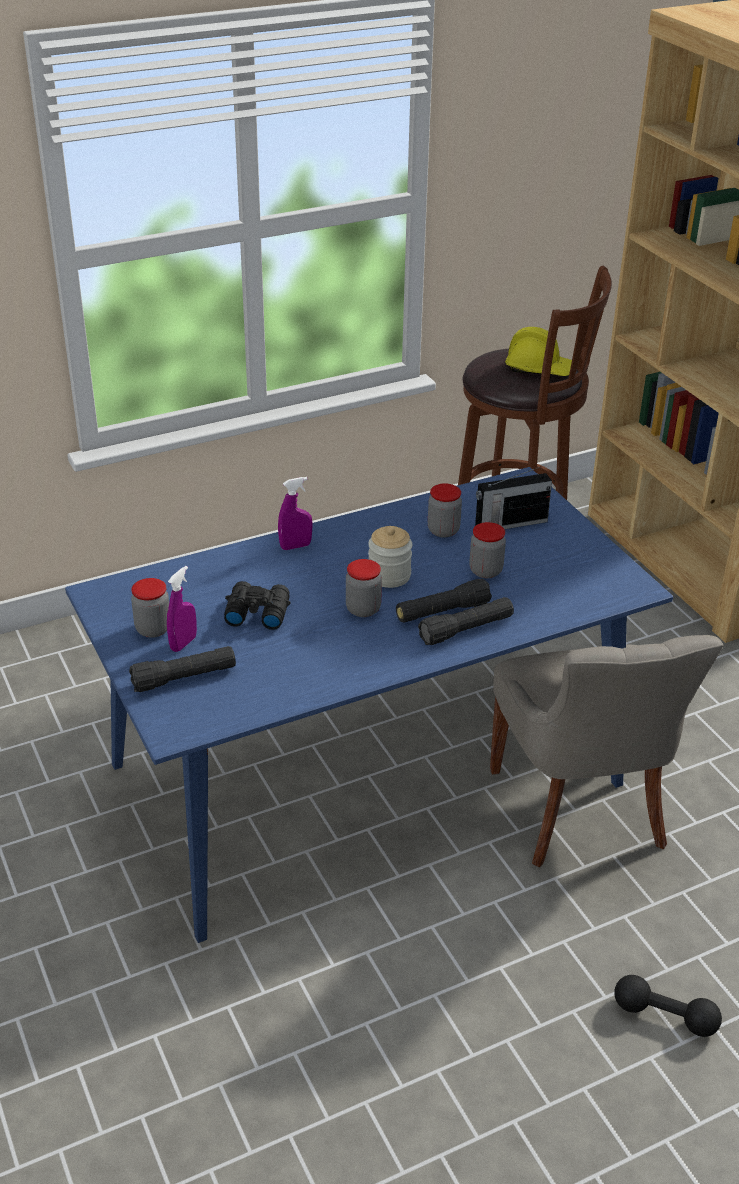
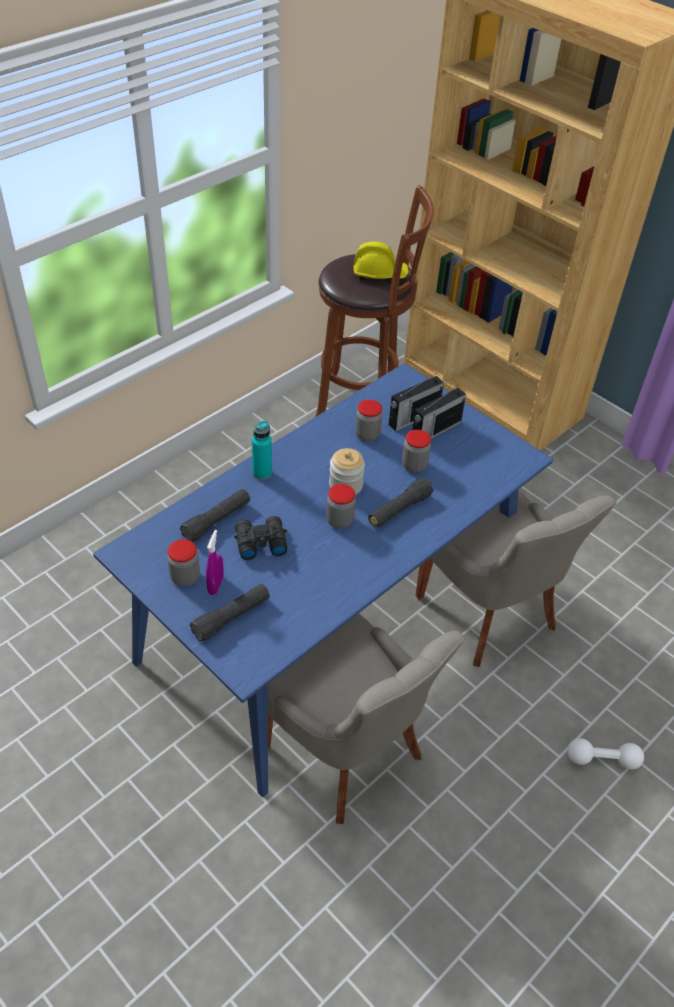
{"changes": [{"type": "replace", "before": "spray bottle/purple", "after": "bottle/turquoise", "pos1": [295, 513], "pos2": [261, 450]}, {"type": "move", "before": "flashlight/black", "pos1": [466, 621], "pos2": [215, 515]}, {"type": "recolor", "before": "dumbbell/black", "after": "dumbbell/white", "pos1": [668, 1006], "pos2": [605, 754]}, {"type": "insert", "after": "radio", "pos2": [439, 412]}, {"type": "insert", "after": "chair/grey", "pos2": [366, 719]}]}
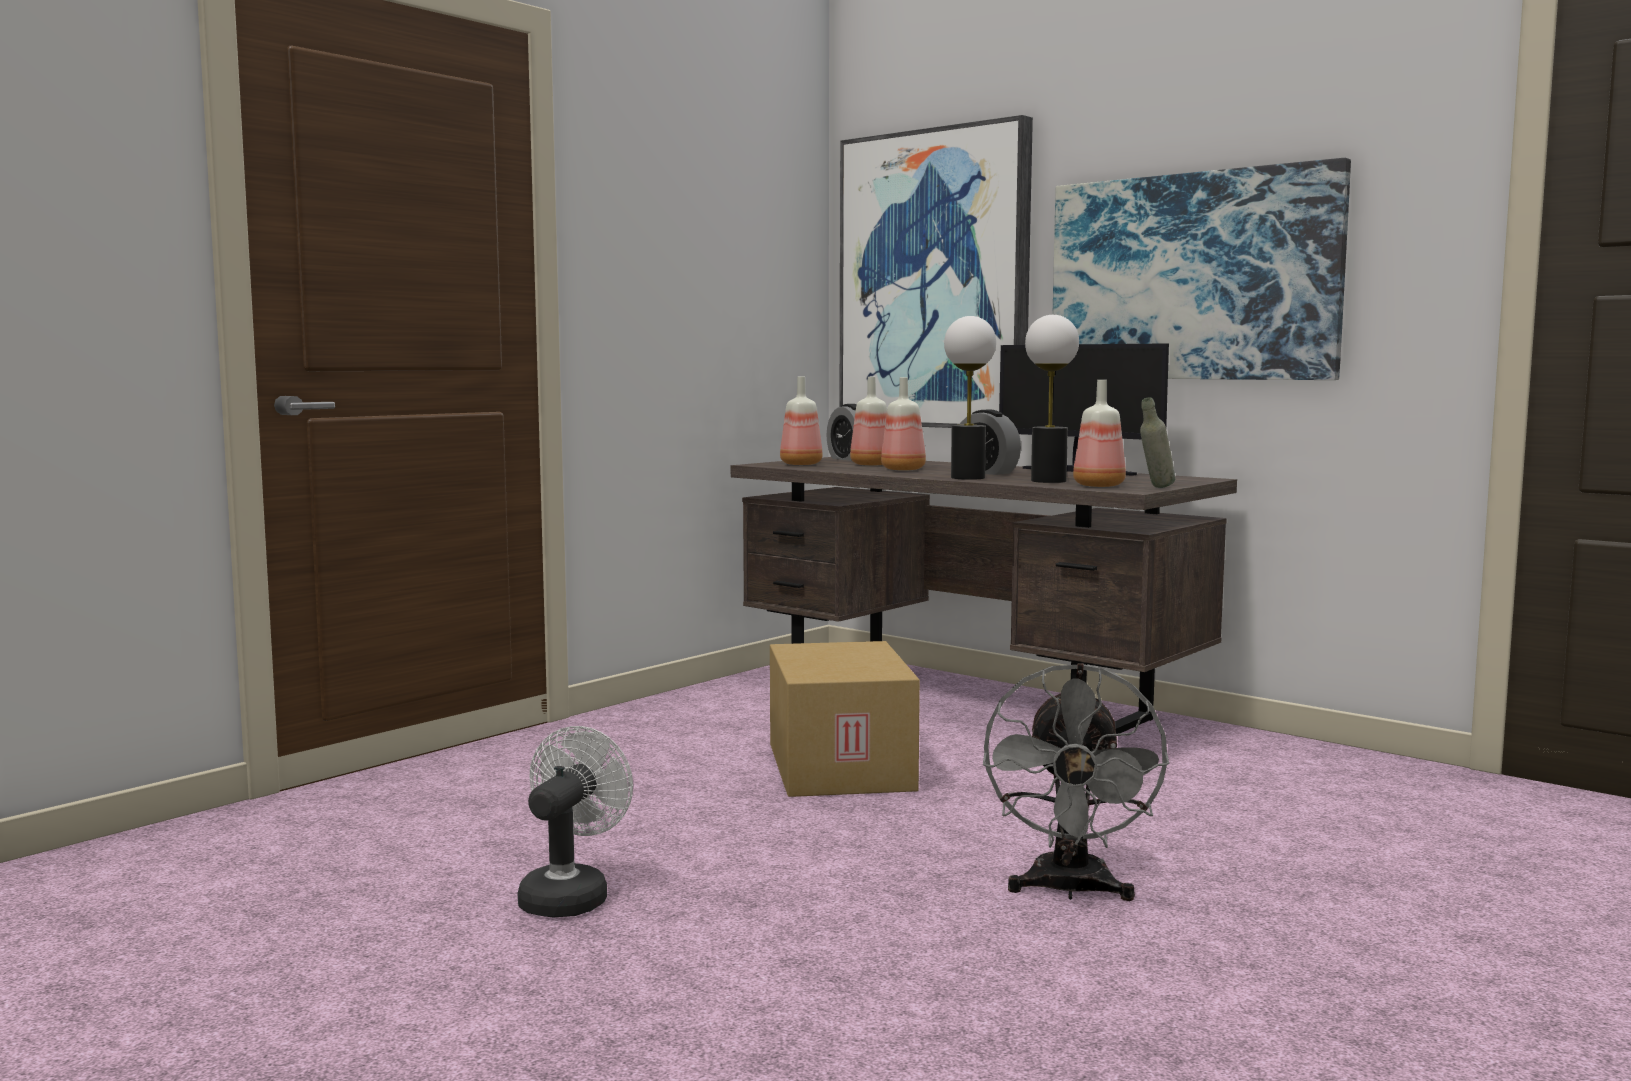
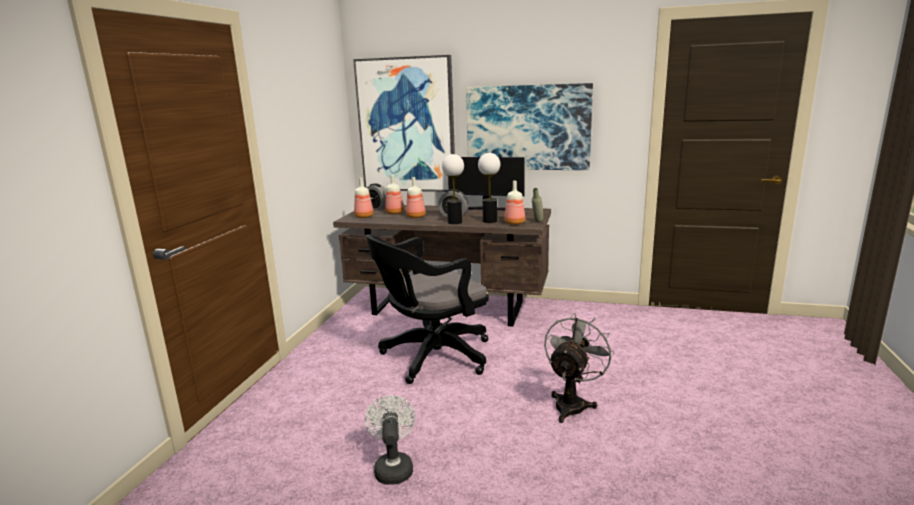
{"changes": [{"type": "replace", "before": "cardboard box", "after": "office chair/black", "pos1": [845, 719], "pos2": [427, 309]}, {"type": "rotate", "before": "fan/grey", "pos1": [1076, 782], "pos2": [579, 368], "turn": -135}]}
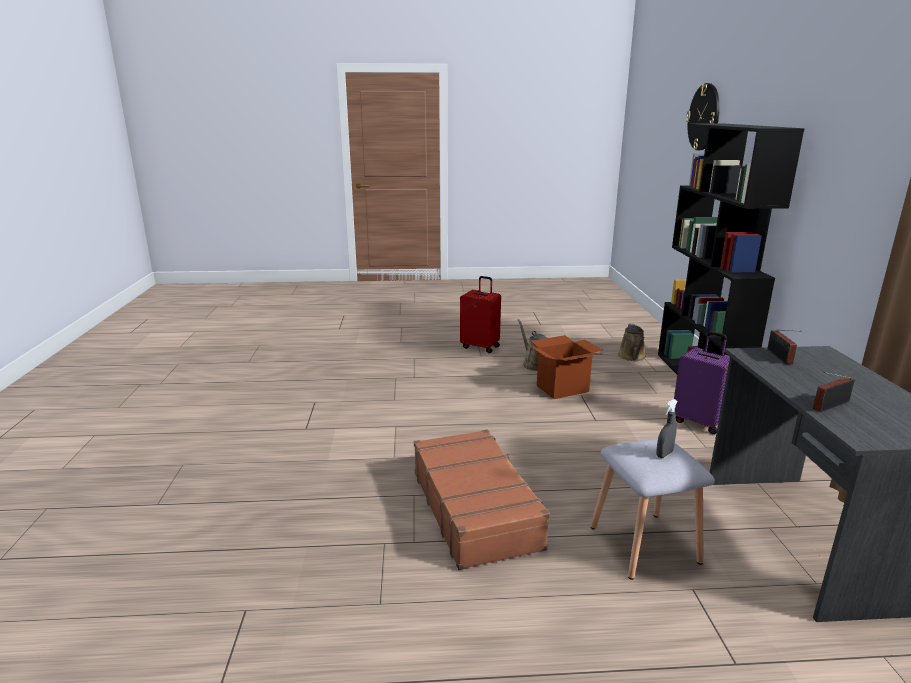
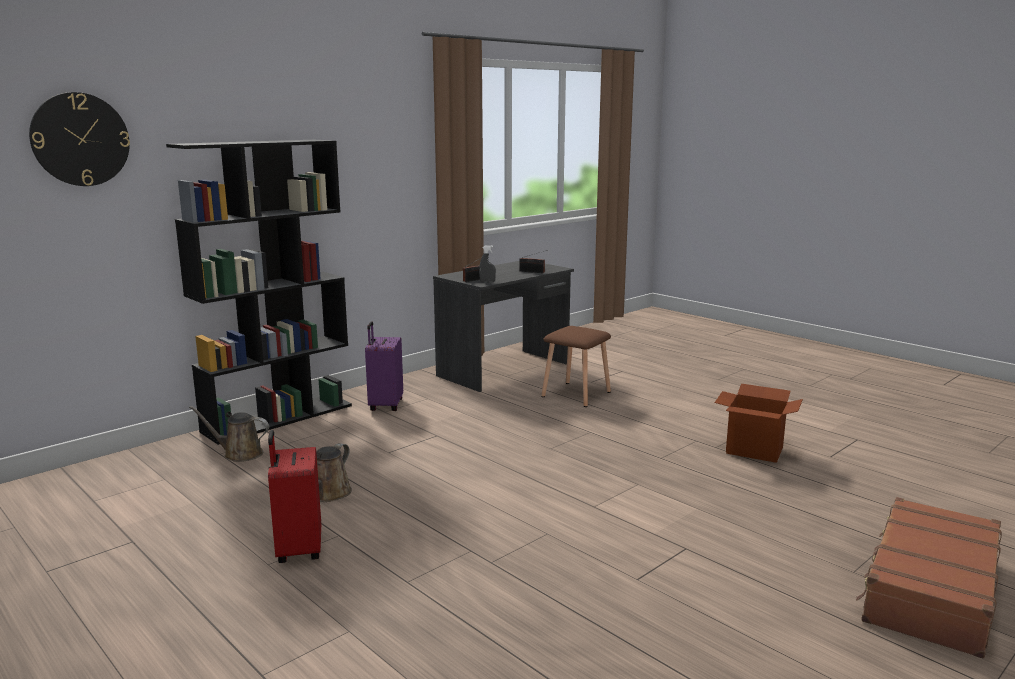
{"changes": [{"type": "rotate", "before": "watering can/brown", "pos1": [632, 342], "pos2": [229, 434], "turn": -135}, {"type": "move", "before": "cardboard box", "pos1": [566, 367], "pos2": [759, 423]}, {"type": "move", "before": "spray bottle/grey", "pos1": [667, 428], "pos2": [487, 264]}, {"type": "move", "before": "suitcase/brown", "pos1": [482, 499], "pos2": [929, 578]}, {"type": "recolor", "before": "stool/grey", "after": "stool/brown", "pos1": [653, 509], "pos2": [576, 366]}]}
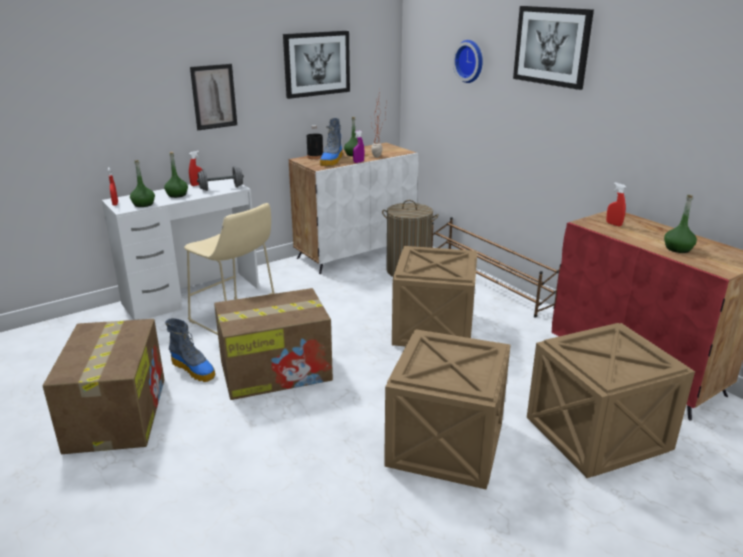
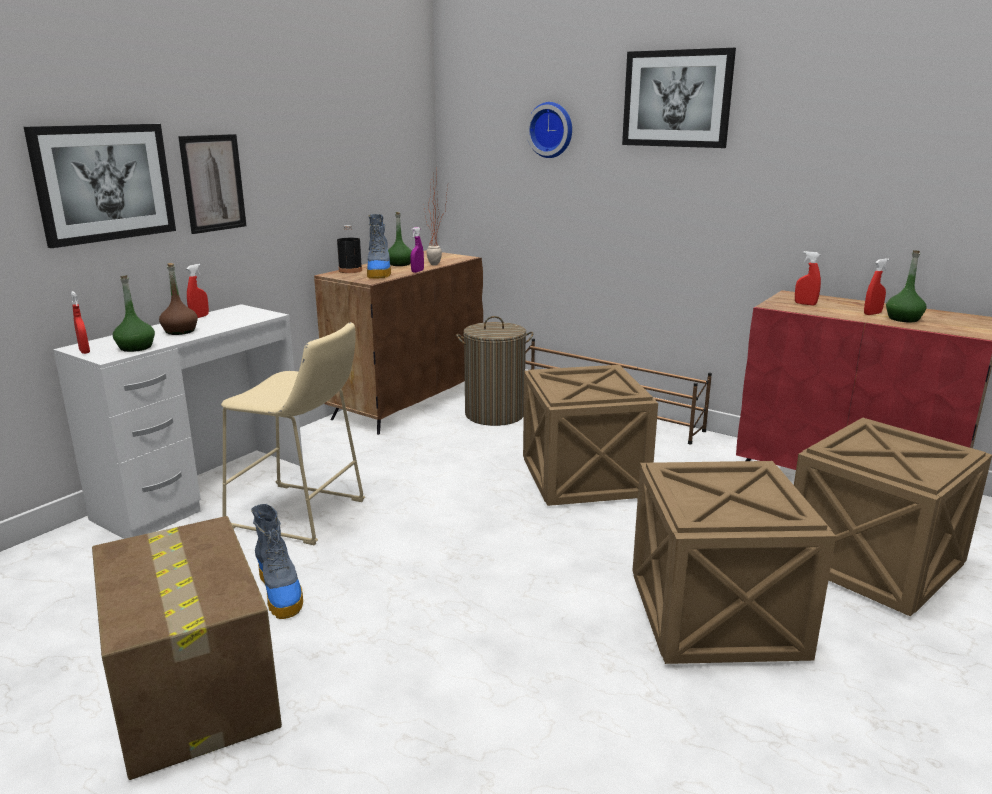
{"changes": [{"type": "move", "before": "picture", "pos1": [316, 65], "pos2": [100, 186]}, {"type": "recolor", "before": "cabinet/white", "after": "cabinet/brown", "pos1": [353, 208], "pos2": [398, 342]}, {"type": "recolor", "before": "bottle/green", "after": "bottle/brown", "pos1": [176, 175], "pos2": [178, 299]}, {"type": "delete", "before": "dumbbell/grey", "pos1": [220, 178]}, {"type": "delete", "before": "cardboard box", "pos1": [273, 344]}, {"type": "rotate", "before": "boot", "pos1": [190, 350], "pos2": [277, 561], "turn": 45}, {"type": "insert", "after": "spray bottle/red", "pos2": [876, 286]}]}
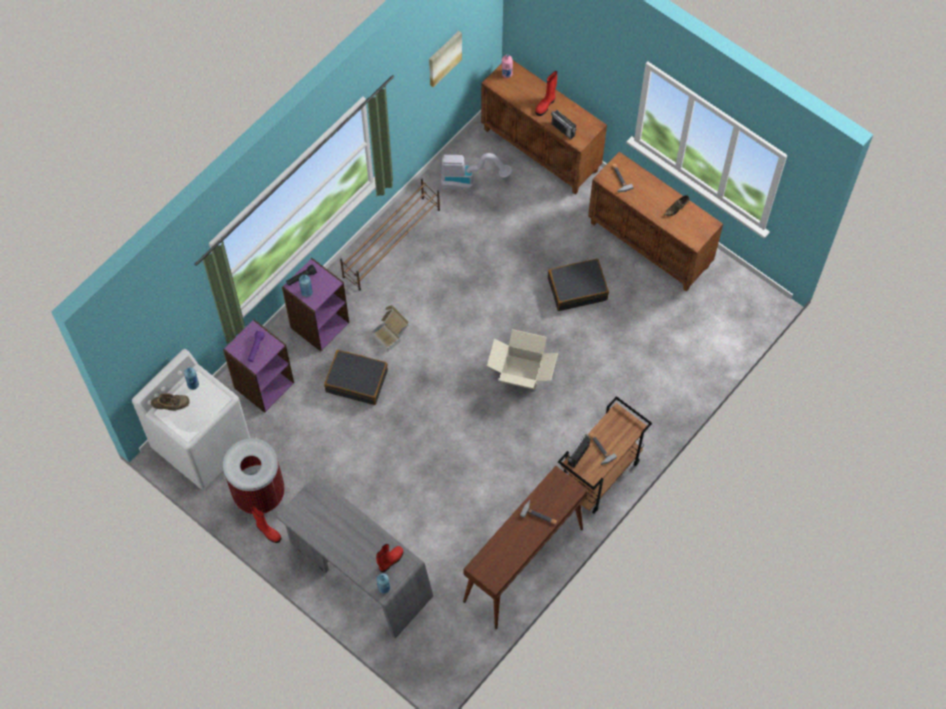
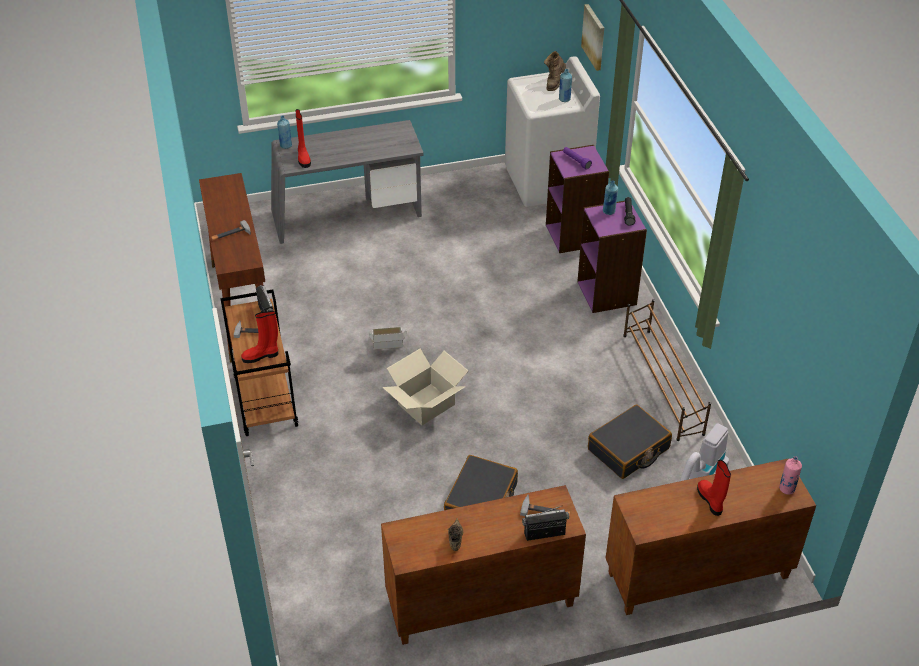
{"changes": [{"type": "move", "before": "picture", "pos1": [445, 59], "pos2": [592, 37]}, {"type": "move", "before": "radio", "pos1": [563, 124], "pos2": [545, 523]}, {"type": "move", "before": "cardboard box", "pos1": [390, 328], "pos2": [388, 338]}, {"type": "move", "before": "suitcase/black", "pos1": [356, 377], "pos2": [630, 441]}, {"type": "delete", "before": "trash can", "pos1": [254, 476]}, {"type": "move", "before": "boot/red", "pos1": [266, 524], "pos2": [259, 337]}]}
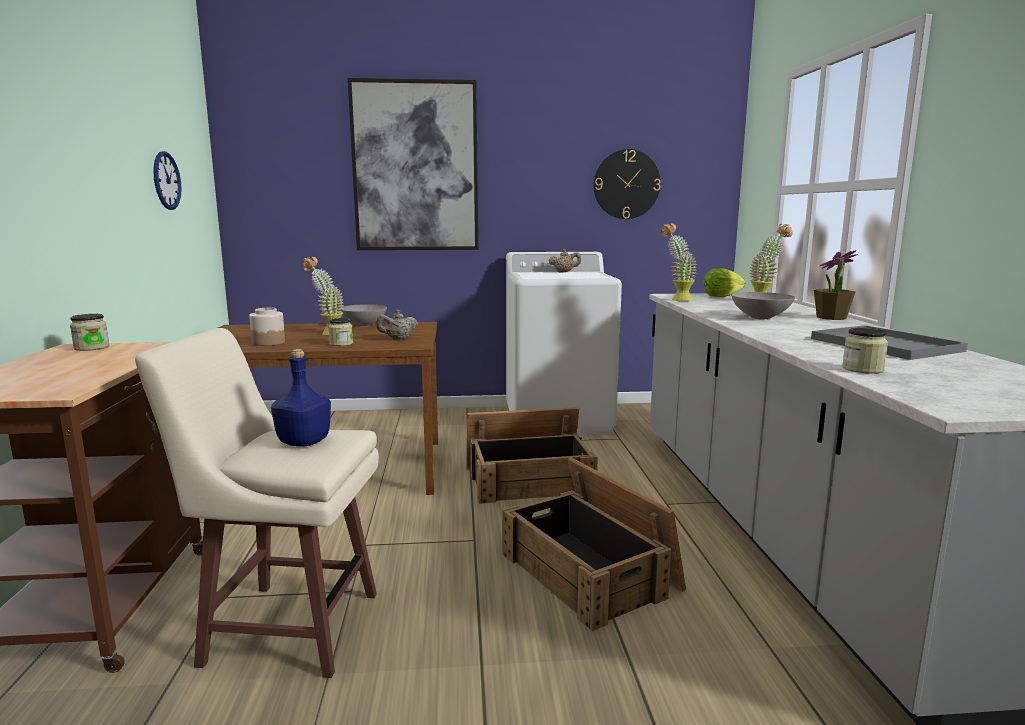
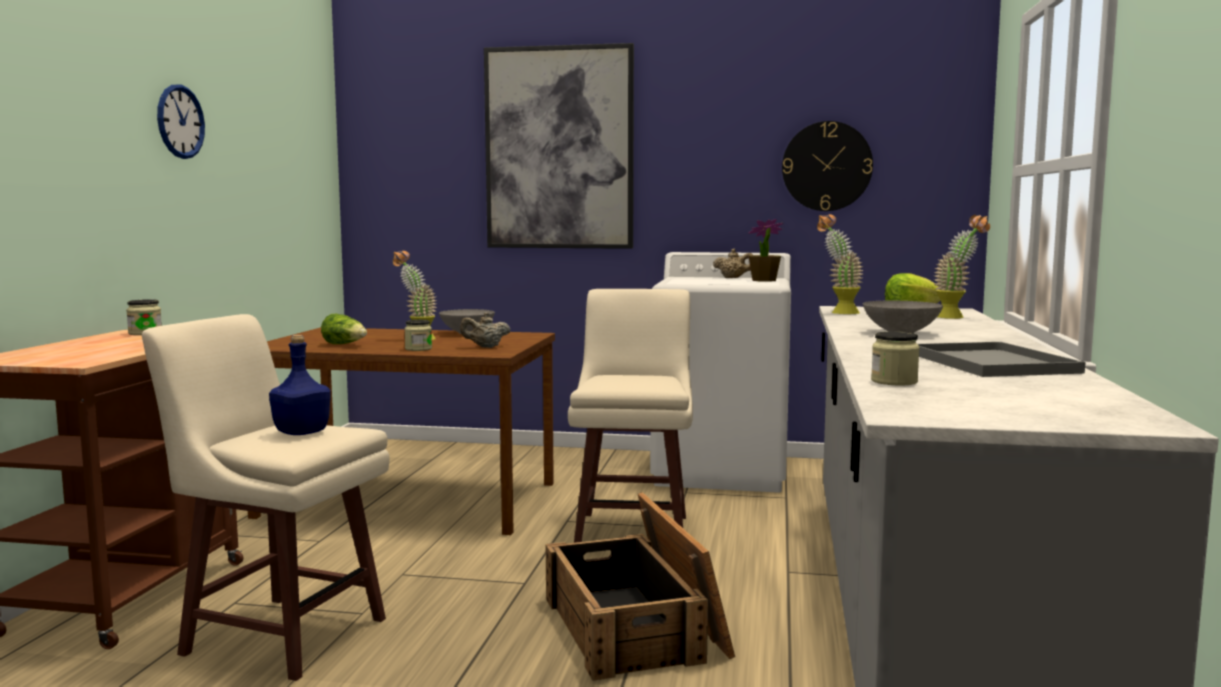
{"changes": [{"type": "move", "before": "wall clock", "pos1": [167, 180], "pos2": [181, 121]}, {"type": "move", "before": "potted plant", "pos1": [836, 285], "pos2": [765, 250]}, {"type": "replace", "before": "jar", "after": "lettuce", "pos1": [267, 327], "pos2": [344, 329]}, {"type": "replace", "before": "crate", "after": "stool/beige", "pos1": [532, 455], "pos2": [630, 416]}]}
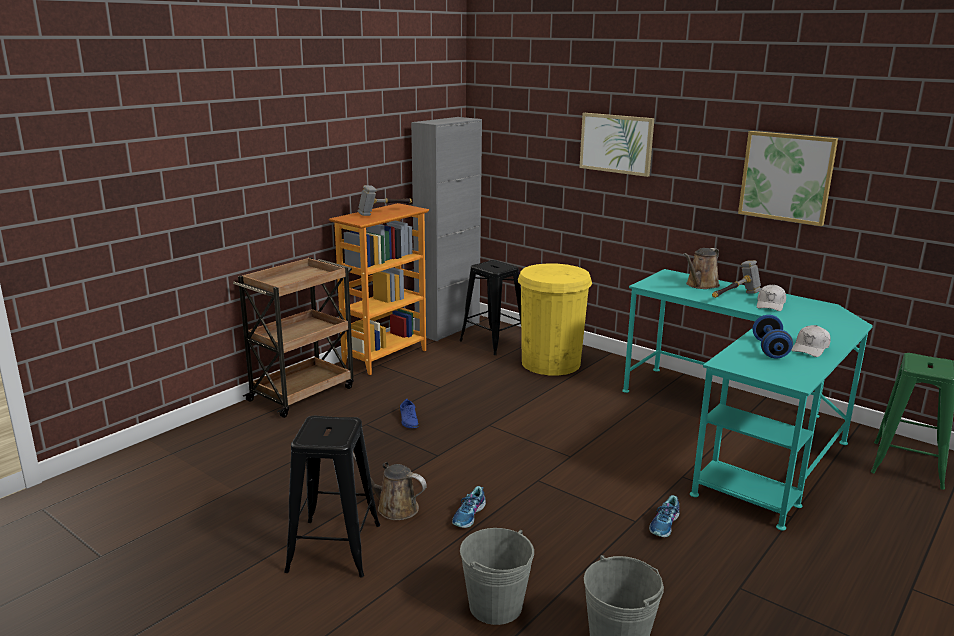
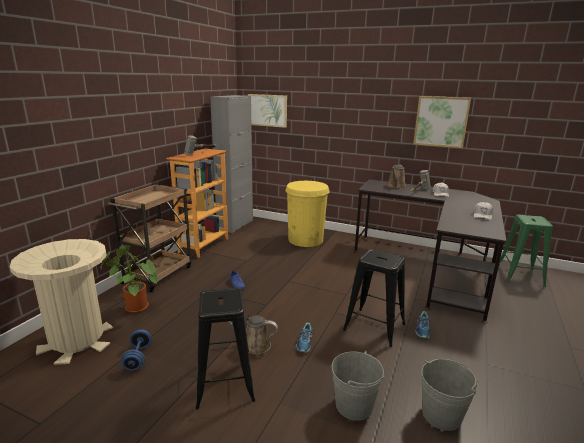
{"changes": [{"type": "move", "before": "picture", "pos1": [617, 145], "pos2": [267, 111]}, {"type": "move", "before": "stool/black", "pos1": [490, 307], "pos2": [374, 298]}, {"type": "recolor", "before": "desk/turquoise", "after": "desk/black", "pos1": [747, 400], "pos2": [430, 251]}, {"type": "move", "before": "dumbbell/blue", "pos1": [773, 336], "pos2": [136, 350]}, {"type": "insert", "after": "trash can/beige", "pos2": [61, 302]}, {"type": "insert", "after": "potted plant", "pos2": [129, 279]}]}
